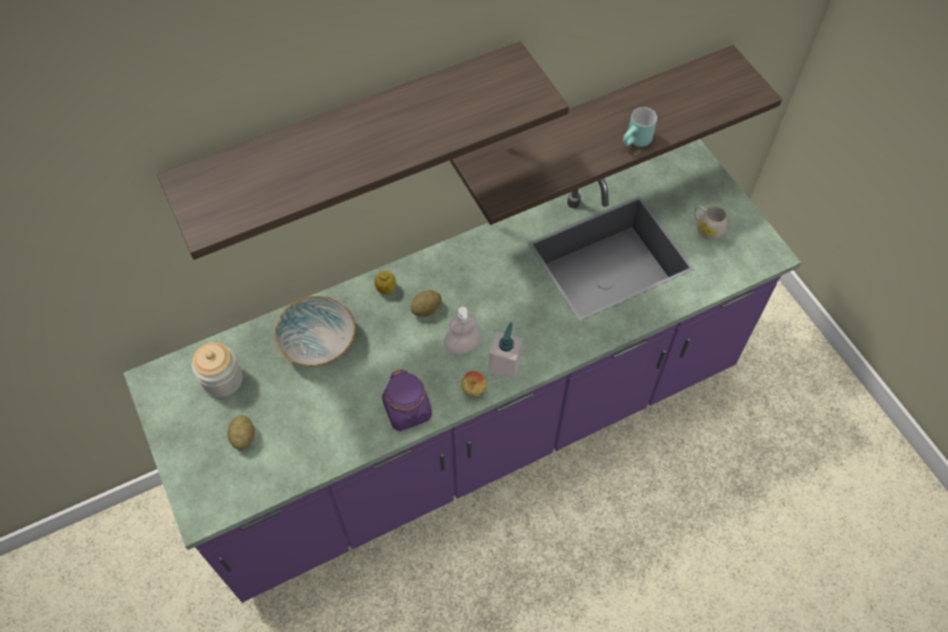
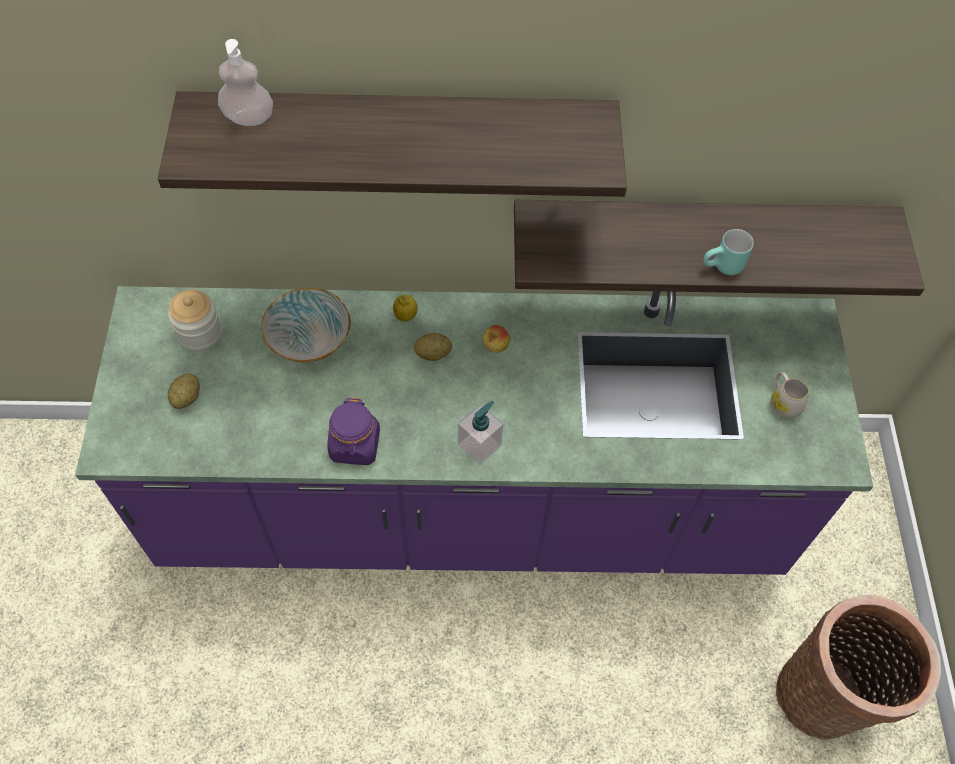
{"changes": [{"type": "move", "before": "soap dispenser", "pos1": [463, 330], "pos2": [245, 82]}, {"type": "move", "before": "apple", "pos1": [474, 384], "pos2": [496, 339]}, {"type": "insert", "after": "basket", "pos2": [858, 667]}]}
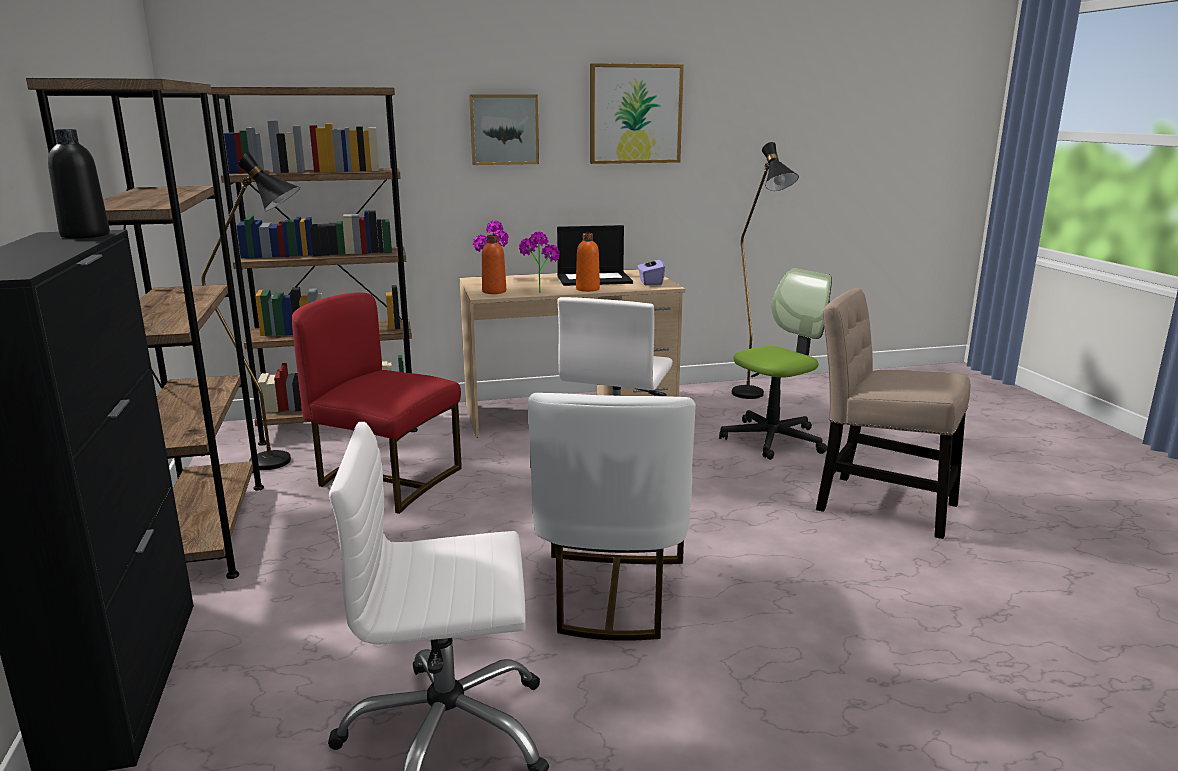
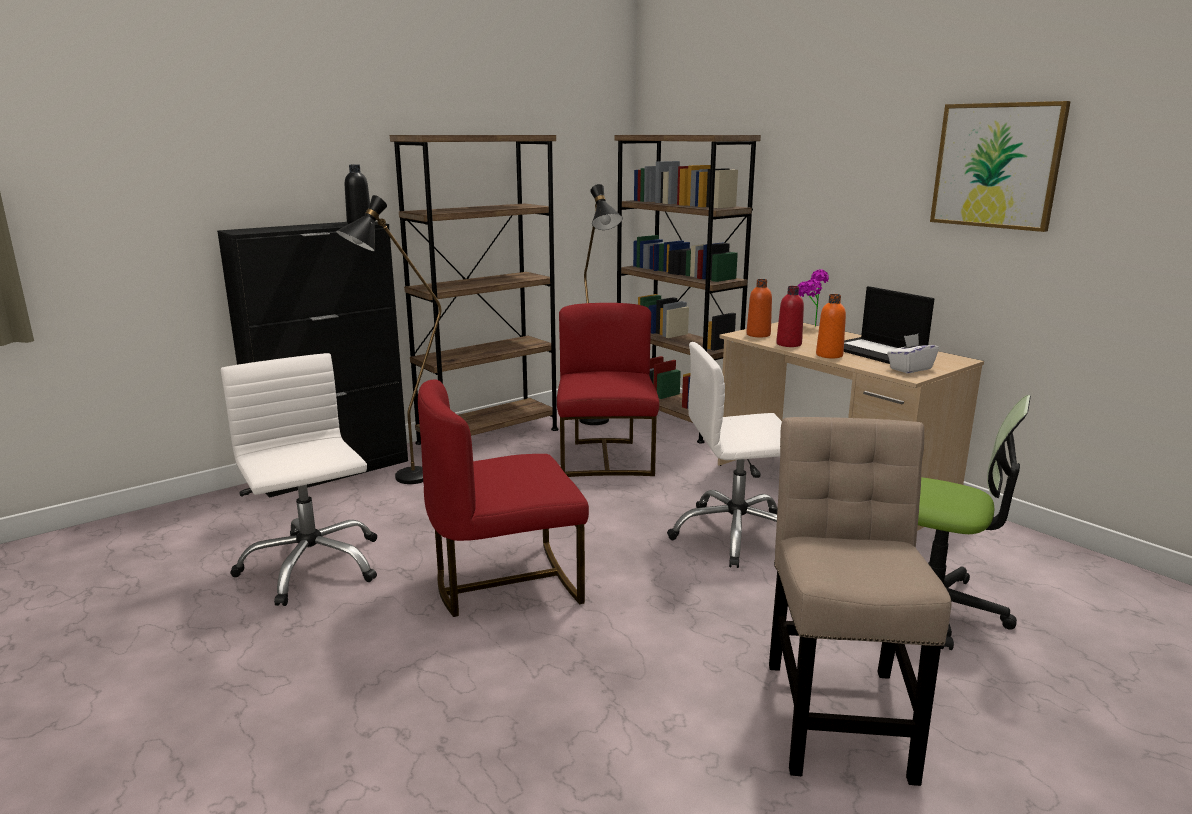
{"changes": [{"type": "delete", "before": "picture", "pos1": [504, 129]}, {"type": "move", "before": "floor lamp/black", "pos1": [765, 270], "pos2": [388, 339]}, {"type": "replace", "before": "potted plant", "after": "bottle/red", "pos1": [539, 262], "pos2": [790, 316]}, {"type": "recolor", "before": "tissue box/purple", "after": "tissue box/white", "pos1": [651, 271], "pos2": [913, 353]}, {"type": "recolor", "before": "chair/white", "after": "chair/red", "pos1": [612, 517], "pos2": [503, 498]}]}
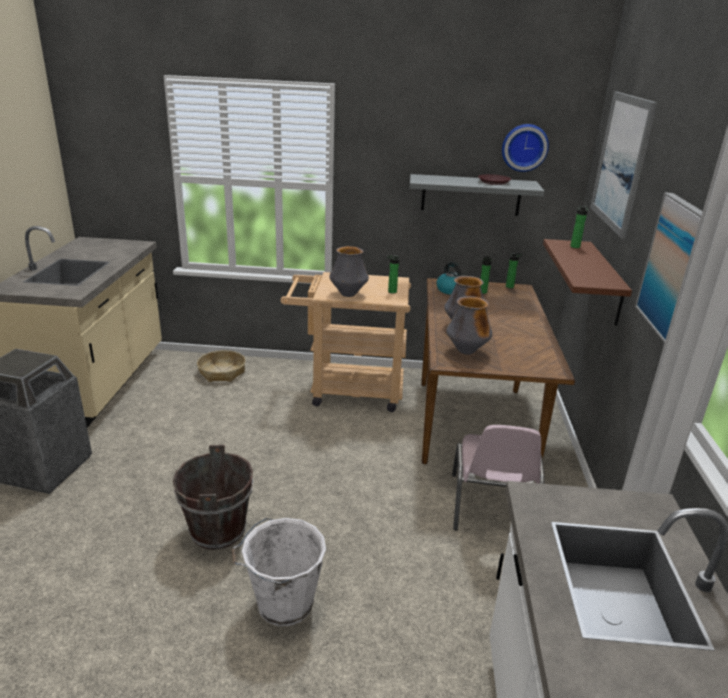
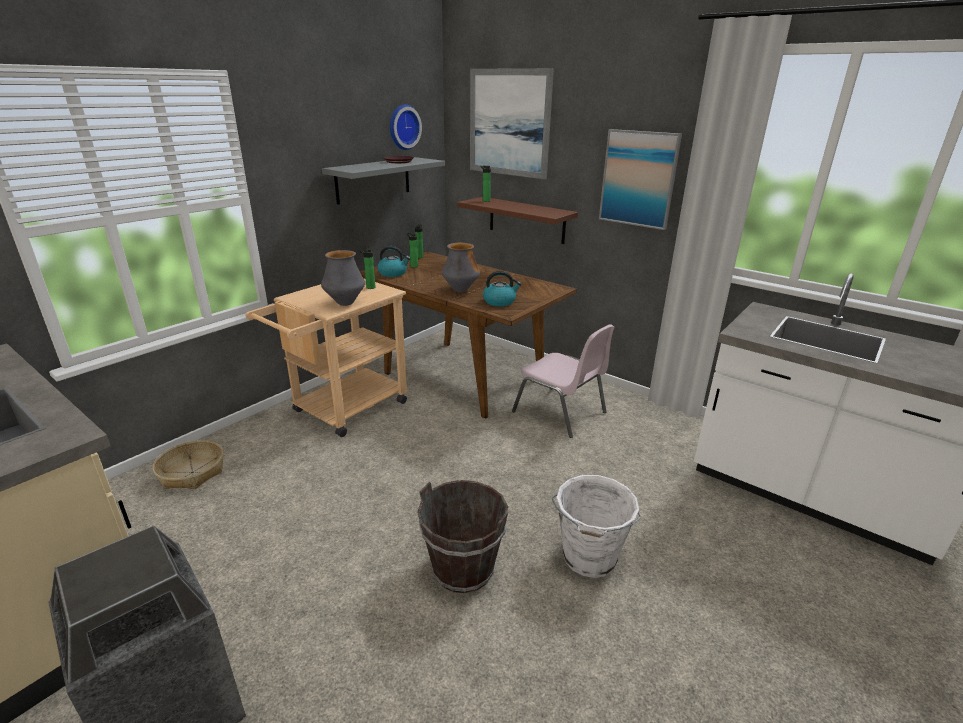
{"changes": [{"type": "replace", "before": "vase", "after": "kettle", "pos1": [469, 325], "pos2": [502, 288]}]}
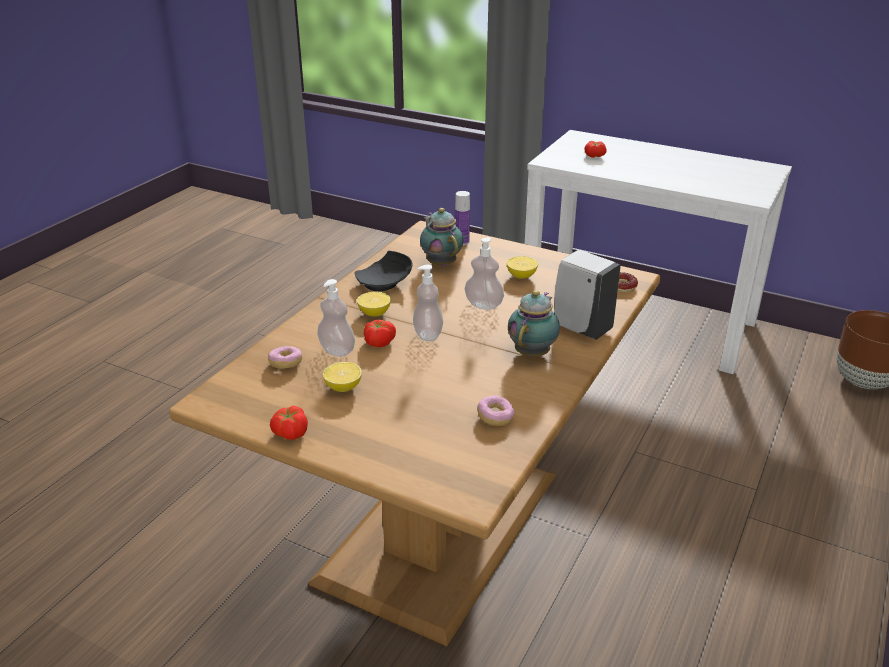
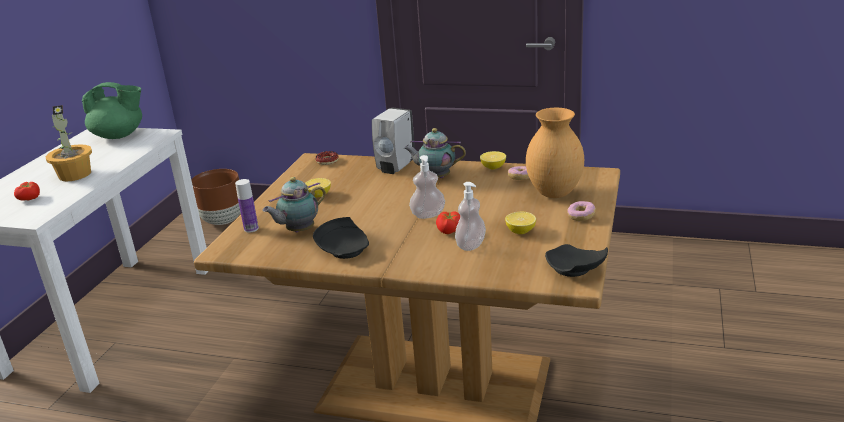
{"changes": [{"type": "delete", "before": "soap dispenser", "pos1": [484, 273]}, {"type": "move", "before": "lemon", "pos1": [374, 304], "pos2": [493, 160]}, {"type": "move", "before": "donut", "pos1": [285, 357], "pos2": [581, 211]}, {"type": "delete", "before": "tomato", "pos1": [289, 423]}, {"type": "insert", "after": "teapot/green", "pos2": [112, 110]}, {"type": "insert", "after": "potted plant", "pos2": [69, 143]}, {"type": "insert", "after": "vase/brown", "pos2": [555, 153]}, {"type": "insert", "after": "plate/black", "pos2": [576, 260]}]}
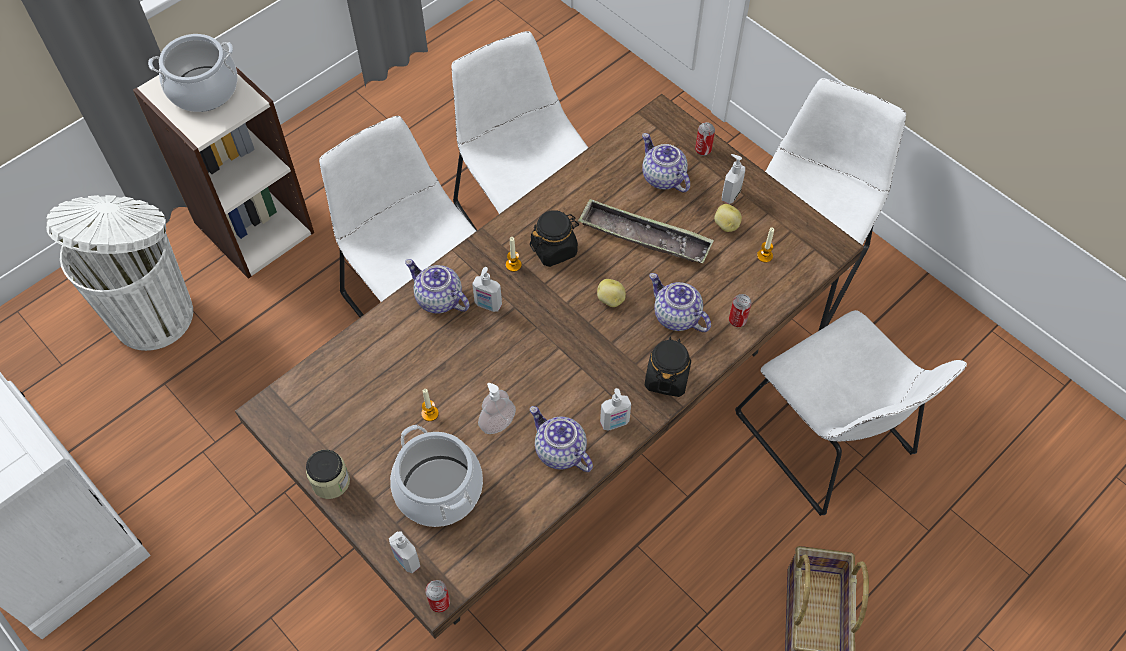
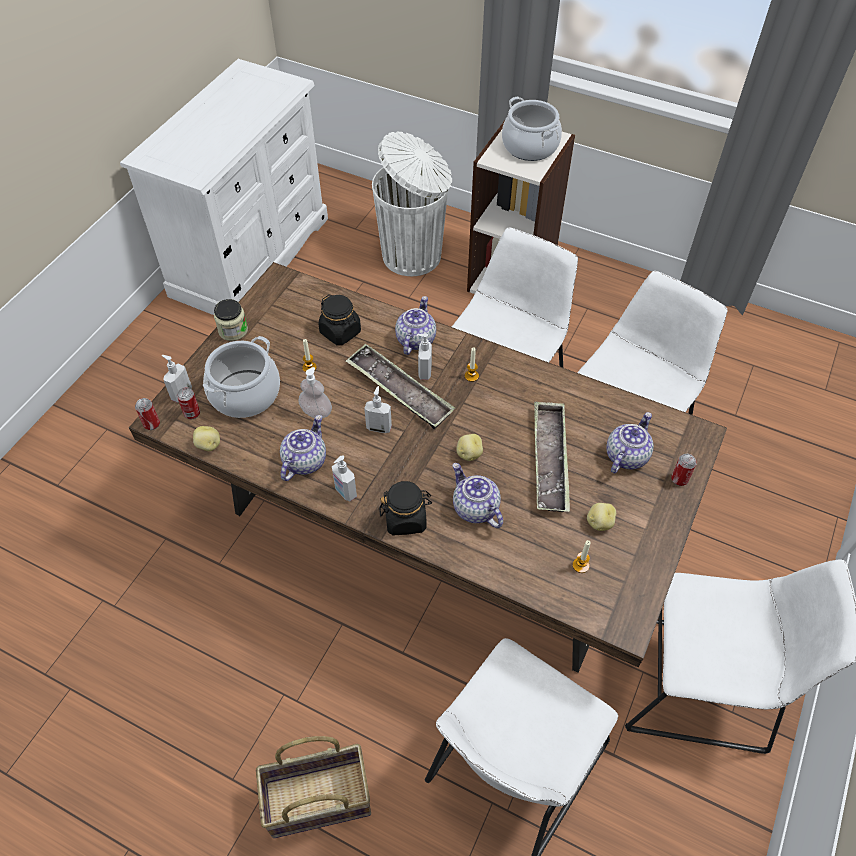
{"changes": [{"type": "move", "before": "soap dispenser", "pos1": [733, 179], "pos2": [378, 409]}, {"type": "move", "before": "jar/black", "pos1": [554, 238], "pos2": [339, 320]}, {"type": "rotate", "before": "teapot", "pos1": [680, 302], "pos2": [478, 495], "turn": -60}, {"type": "move", "before": "can", "pos1": [740, 310], "pos2": [188, 403]}, {"type": "insert", "after": "tray", "pos2": [400, 386]}, {"type": "insert", "after": "potato", "pos2": [206, 438]}]}
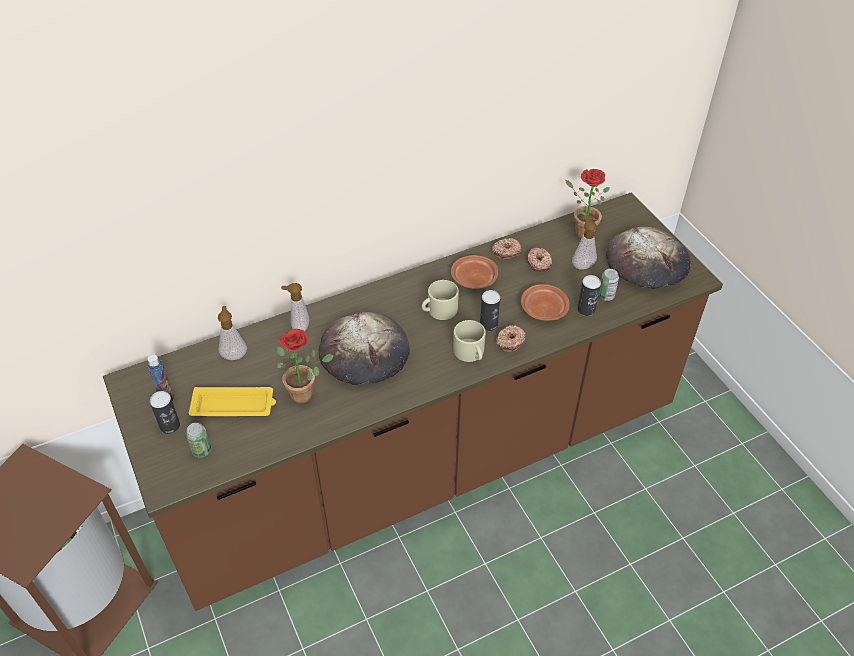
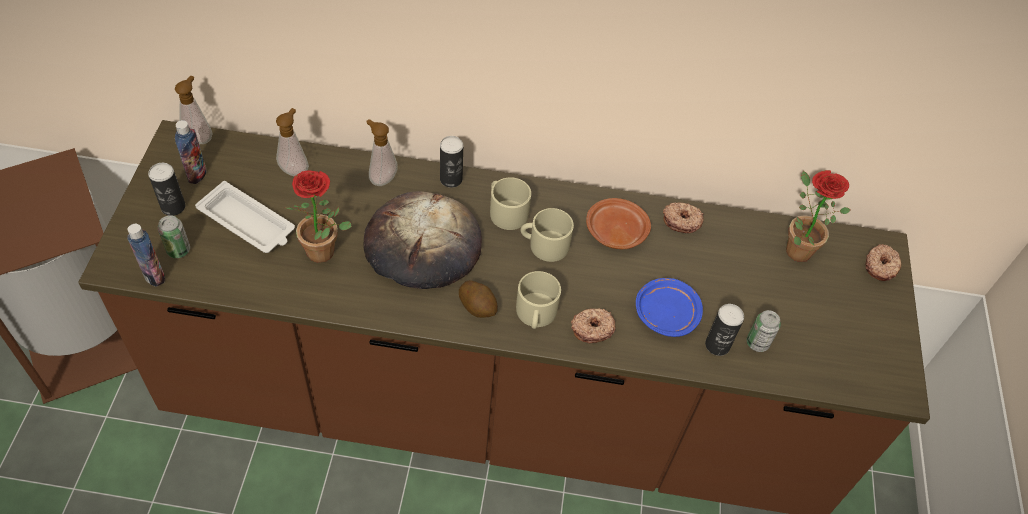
{"changes": [{"type": "move", "before": "soap dispenser", "pos1": [584, 243], "pos2": [194, 109]}, {"type": "delete", "before": "bread", "pos1": [648, 258]}, {"type": "move", "before": "donut", "pos1": [539, 260], "pos2": [883, 262]}, {"type": "recolor", "before": "plate/brown", "after": "plate/blue", "pos1": [545, 302], "pos2": [669, 307]}, {"type": "move", "before": "can", "pos1": [490, 310], "pos2": [451, 162]}, {"type": "recolor", "before": "tray/yellow", "after": "tray/white", "pos1": [232, 401], "pos2": [245, 217]}, {"type": "insert", "after": "mug/beige", "pos2": [510, 203]}, {"type": "insert", "after": "bottle", "pos2": [146, 255]}, {"type": "insert", "after": "potato", "pos2": [478, 299]}]}
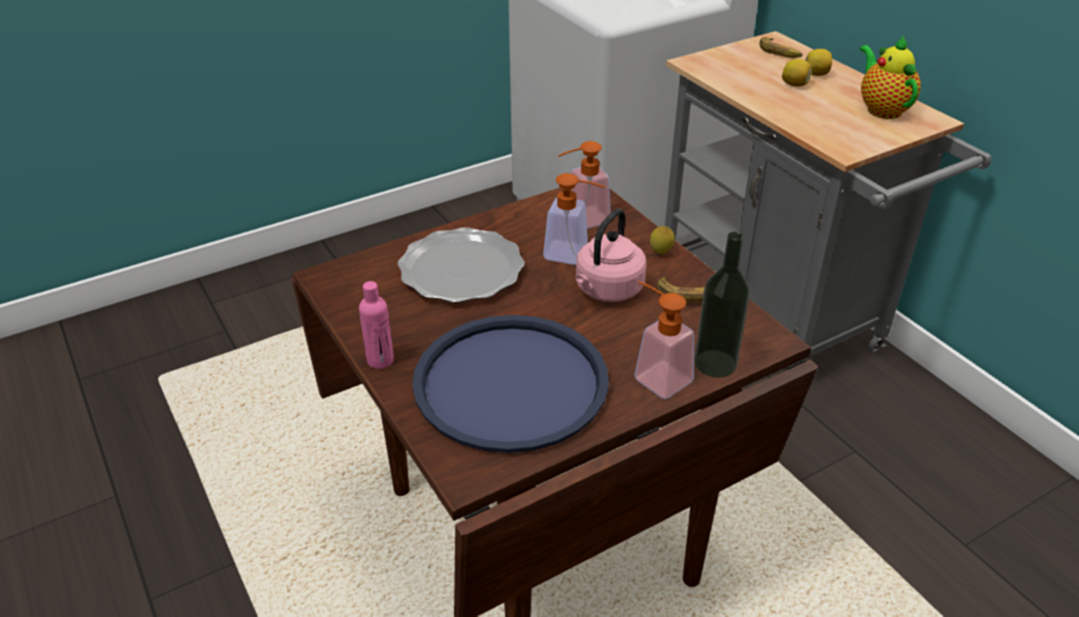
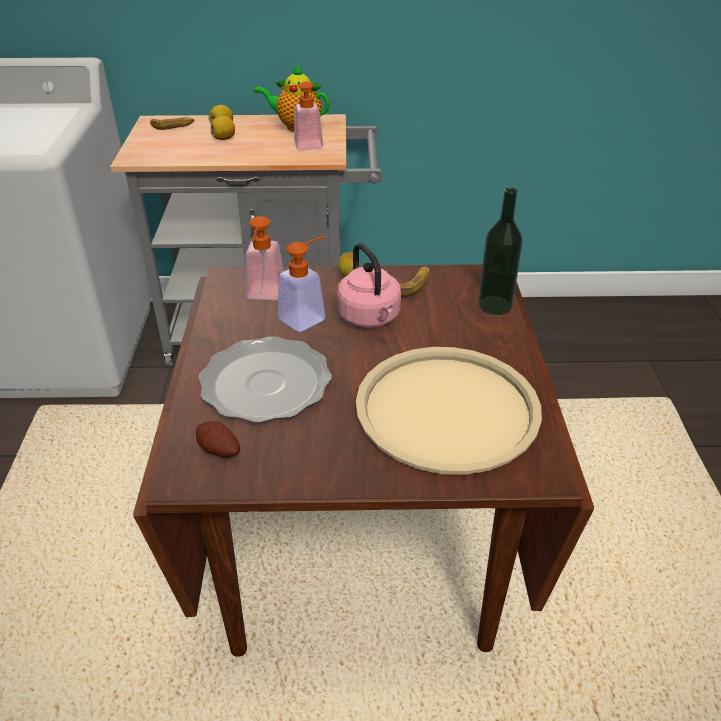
{"changes": [{"type": "delete", "before": "bottle/pink", "pos1": [376, 325]}, {"type": "move", "before": "soap dispenser", "pos1": [664, 340], "pos2": [301, 115]}, {"type": "recolor", "before": "tray/blue", "after": "tray/beige", "pos1": [510, 384], "pos2": [449, 411]}, {"type": "insert", "after": "potato", "pos2": [218, 439]}]}
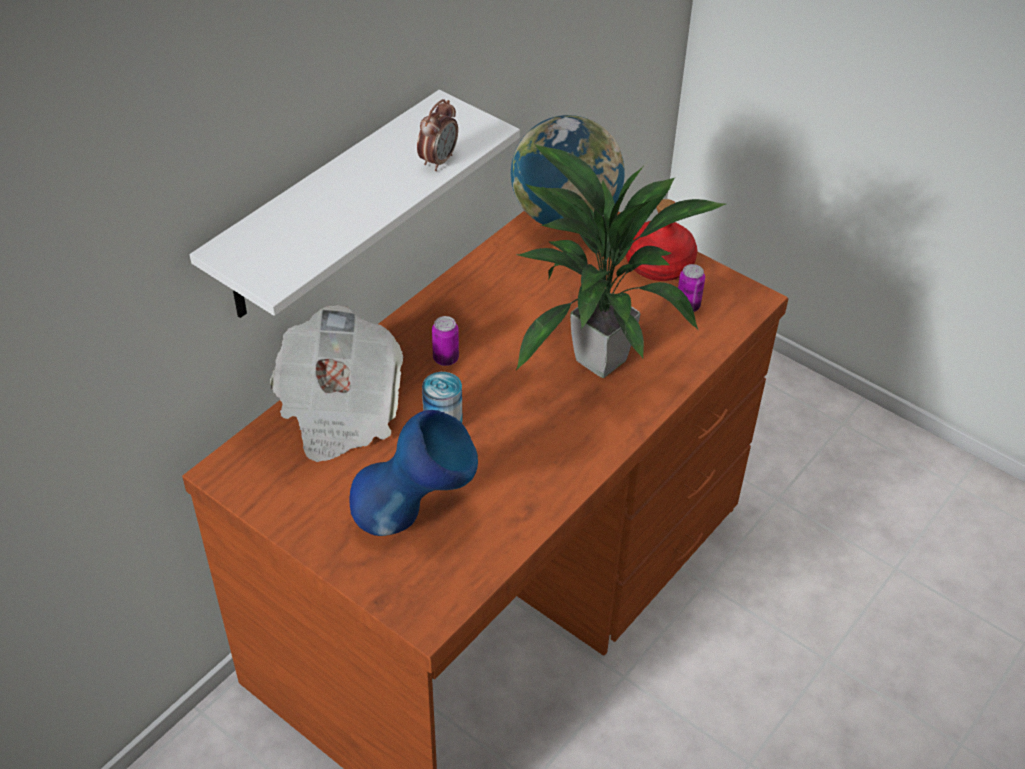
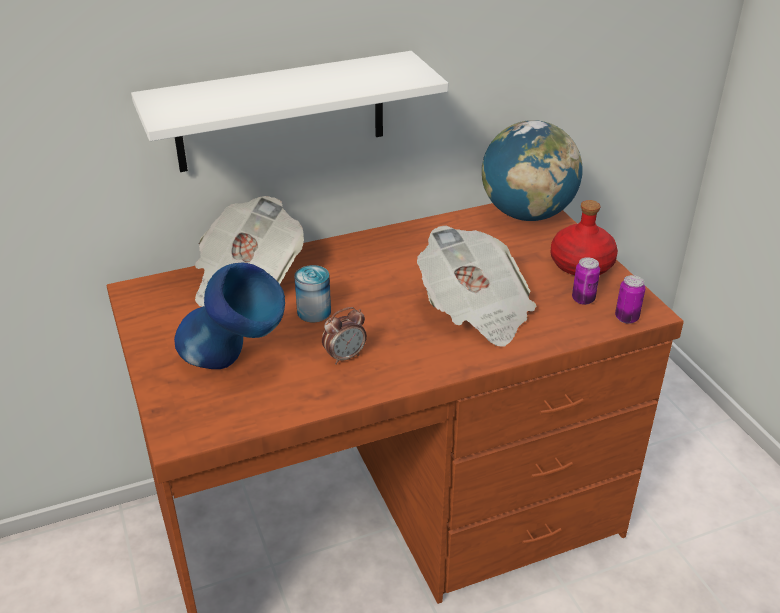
{"changes": [{"type": "move", "before": "alarm clock", "pos1": [437, 135], "pos2": [344, 336]}, {"type": "replace", "before": "potted plant", "after": "newspaper", "pos1": [620, 260], "pos2": [476, 286]}, {"type": "move", "before": "can", "pos1": [445, 341], "pos2": [630, 299]}]}
